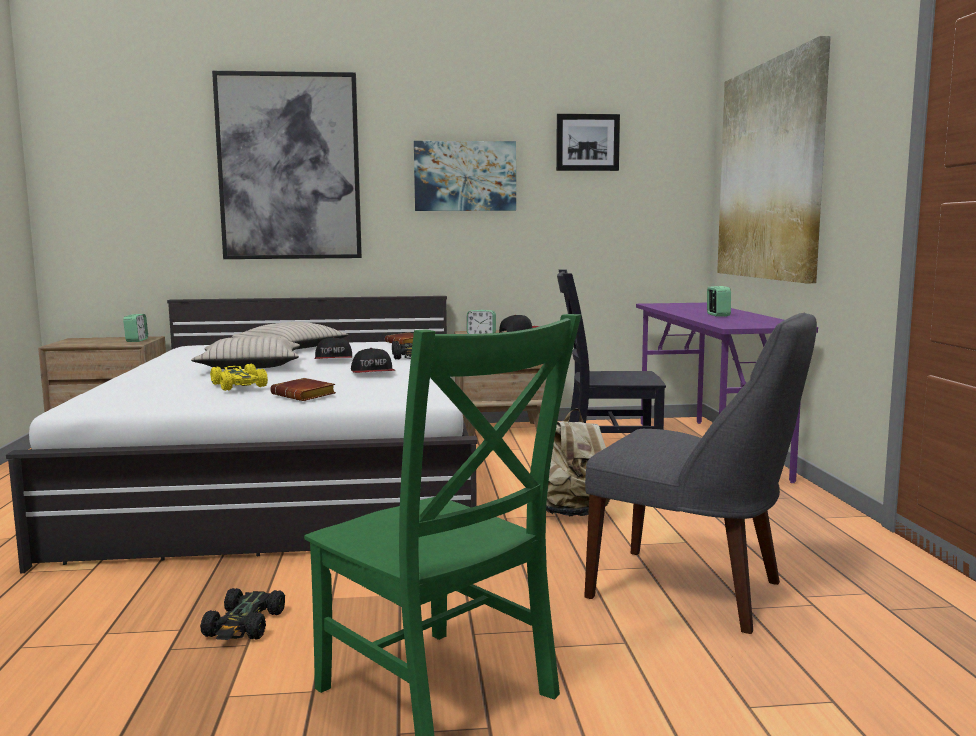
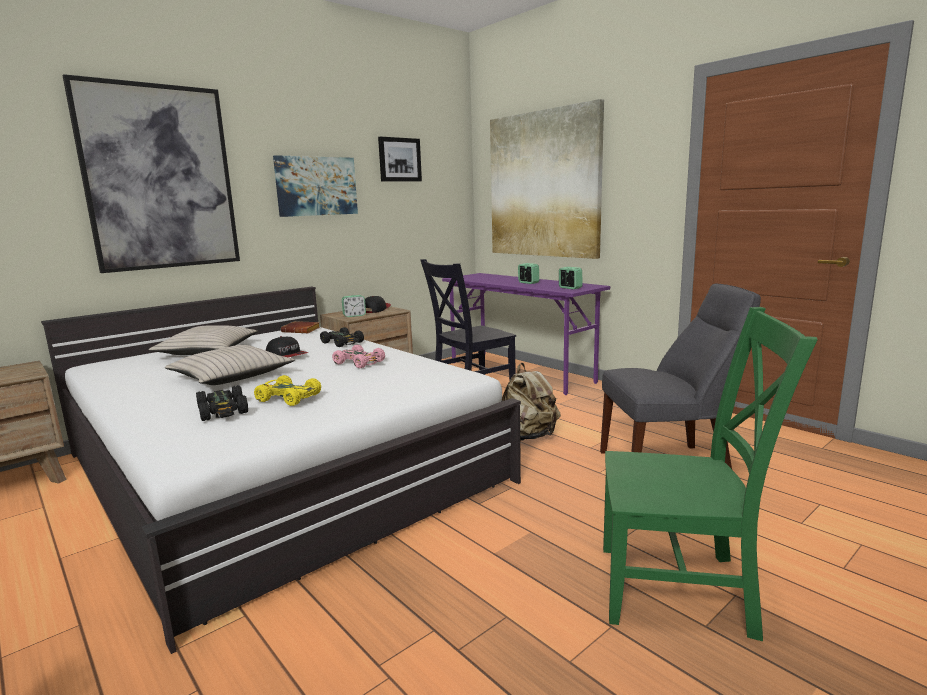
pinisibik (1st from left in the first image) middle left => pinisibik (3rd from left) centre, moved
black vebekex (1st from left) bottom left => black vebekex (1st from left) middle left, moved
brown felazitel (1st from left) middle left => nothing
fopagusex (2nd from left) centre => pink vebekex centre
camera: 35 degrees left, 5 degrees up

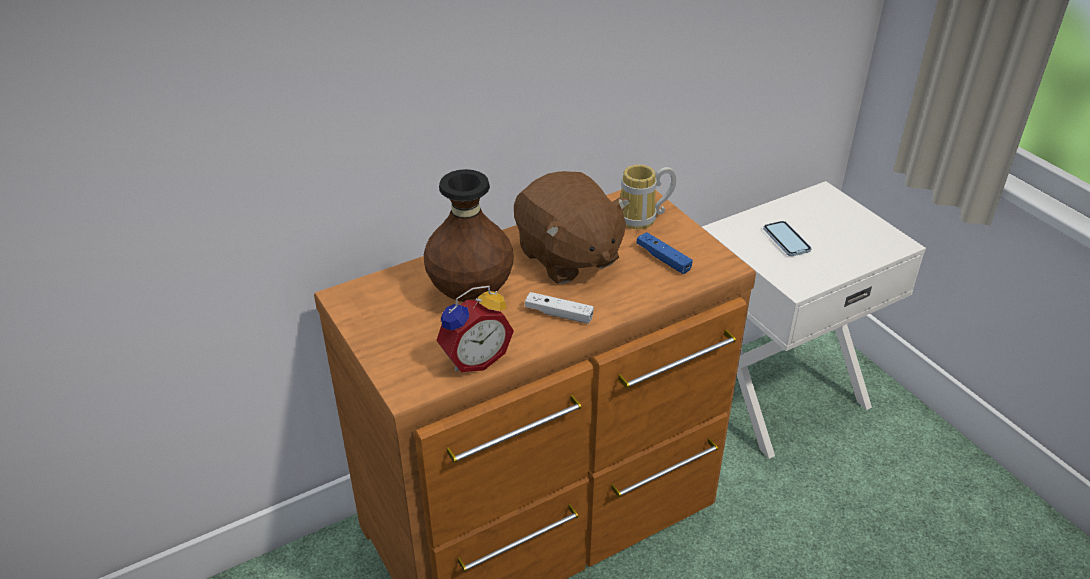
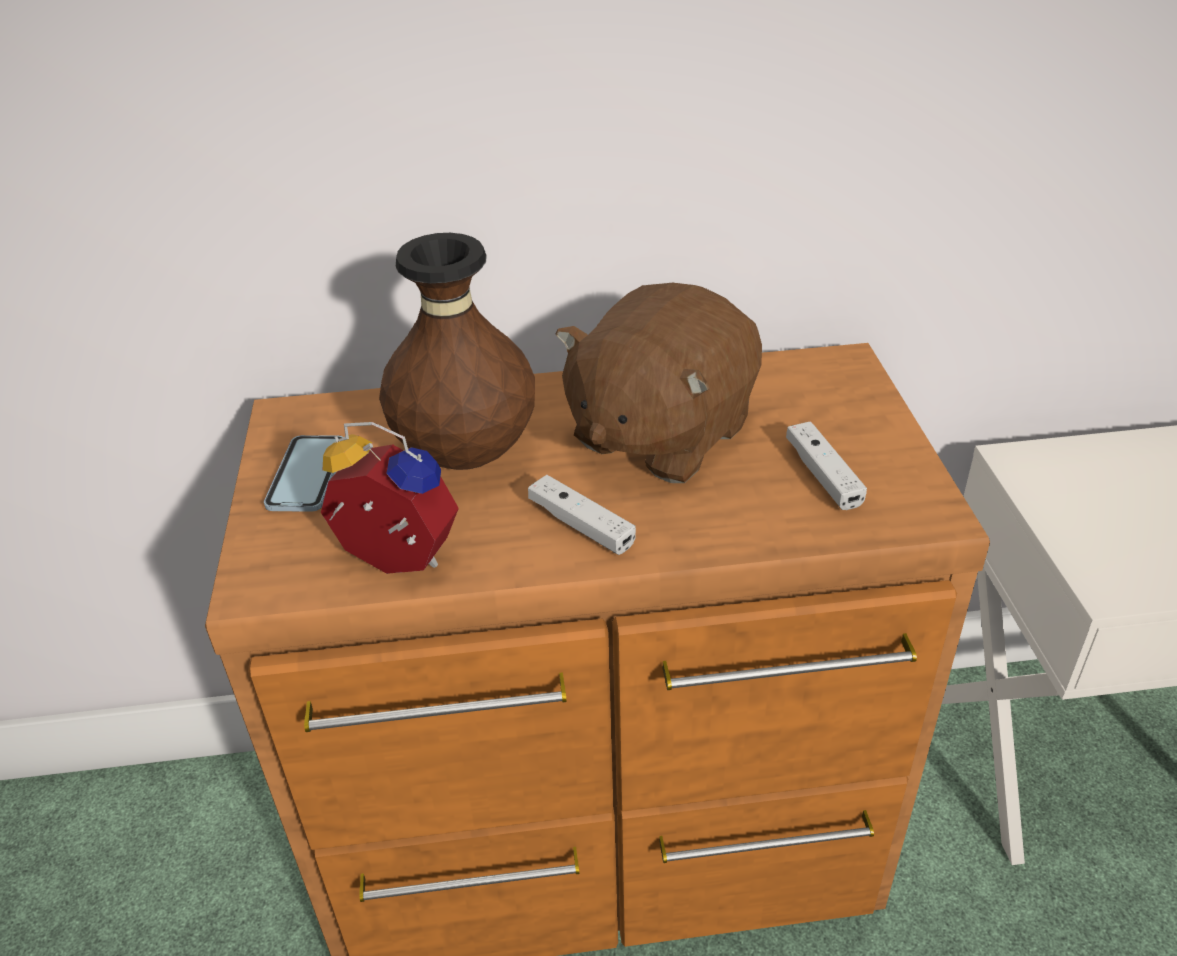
pinisibik centre => pinisibik middle left, 150 degrees counterclockwise
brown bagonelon centre, 45 degrees clockwise
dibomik centre => nothing
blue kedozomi centre => white kedozomi (2nd from left) middle right
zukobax middle right => zukobax middle left, moved
camera: 25 degrees right, 0 degrees up

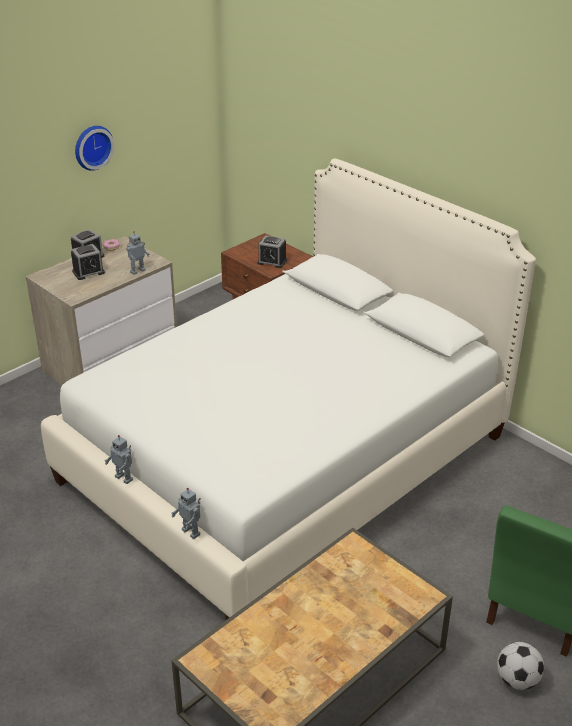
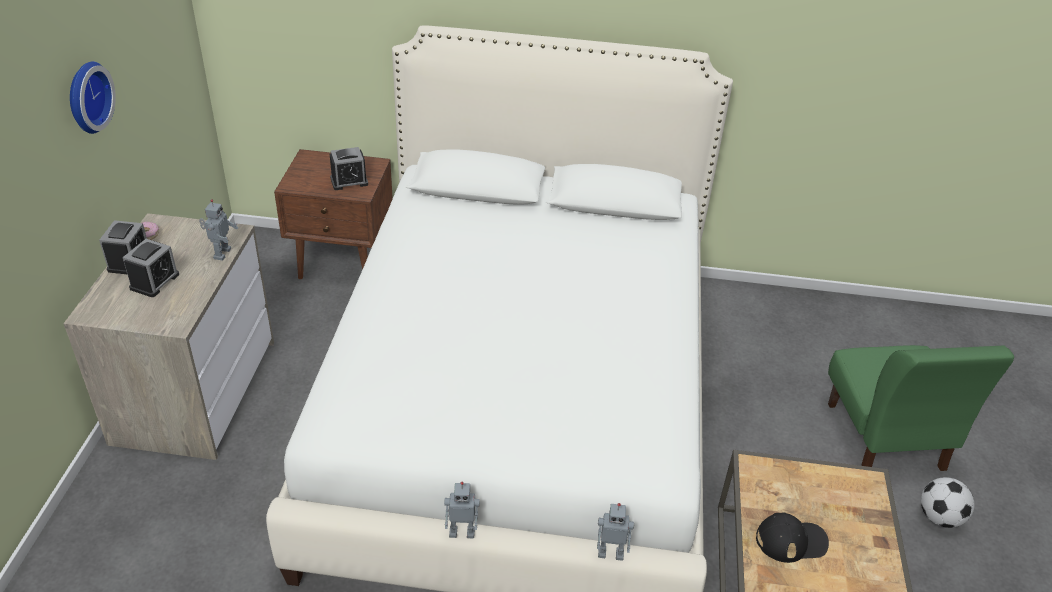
nothing => black fopagusex bottom right
camera: 40 degrees left, 5 degrees up

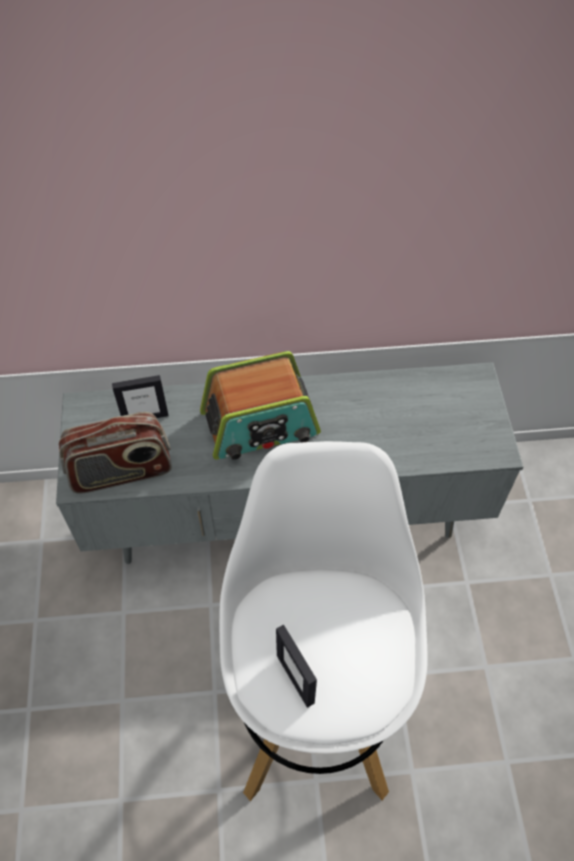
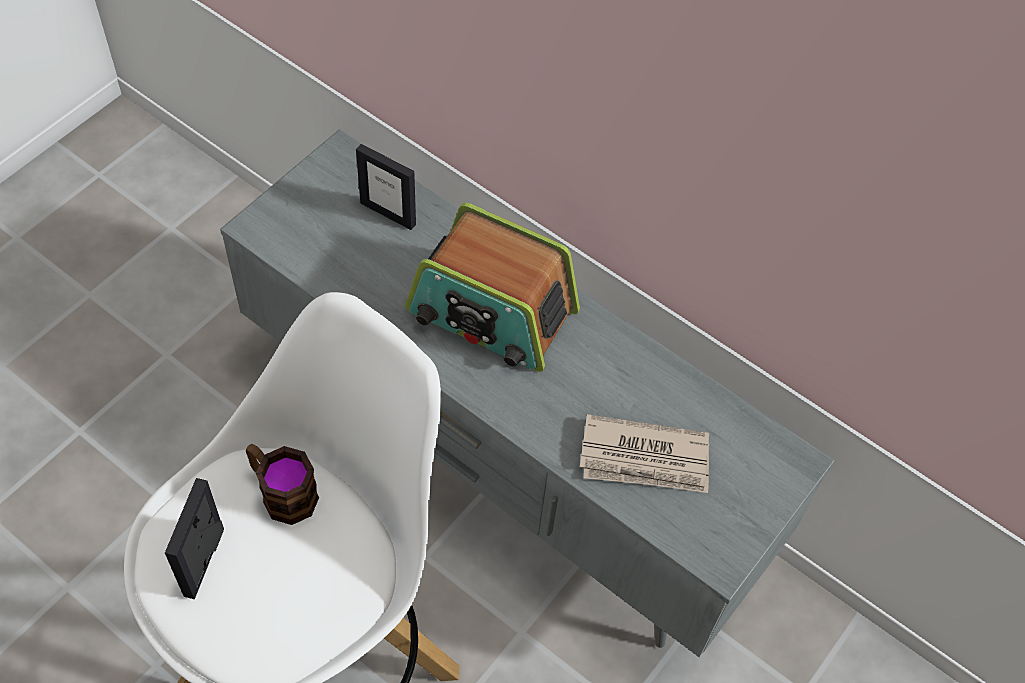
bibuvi (1st from left) middle left => nothing
nothing => dibomik bottom left
nothing => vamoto centre
camera: 40 degrees right, 0 degrees up

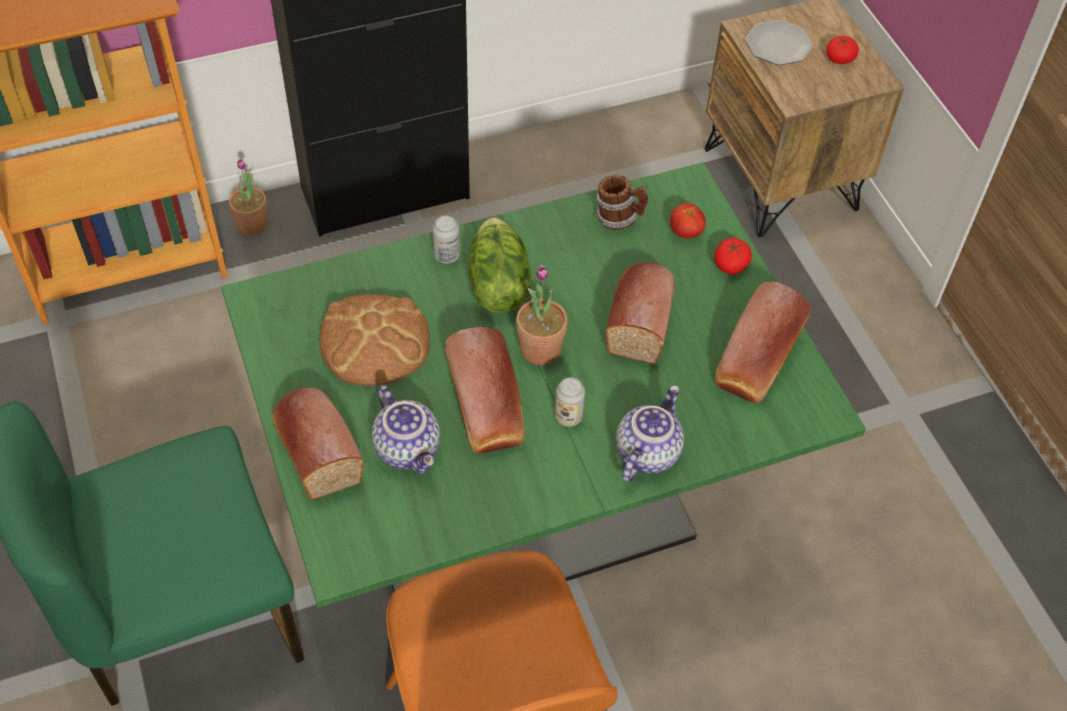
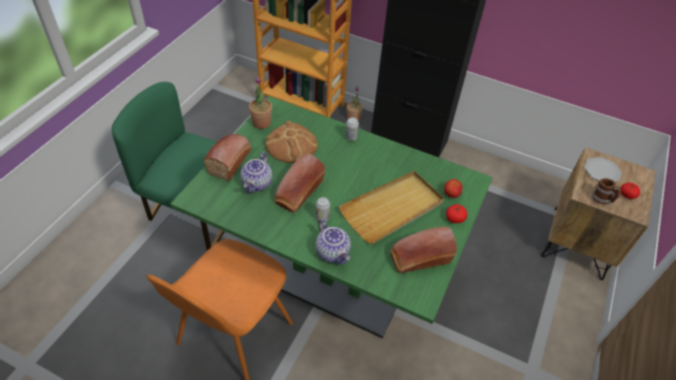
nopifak centre => nothing
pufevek (2nd from left in the first image) centre => pufevek (1st from left) top centre, moved
dibomik top centre => dibomik middle right, moved
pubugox (4th from left) centre => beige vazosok centre
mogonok (2nd from left) centre, 75 degrees clockwise
camera: 45 degrees right, 5 degrees down

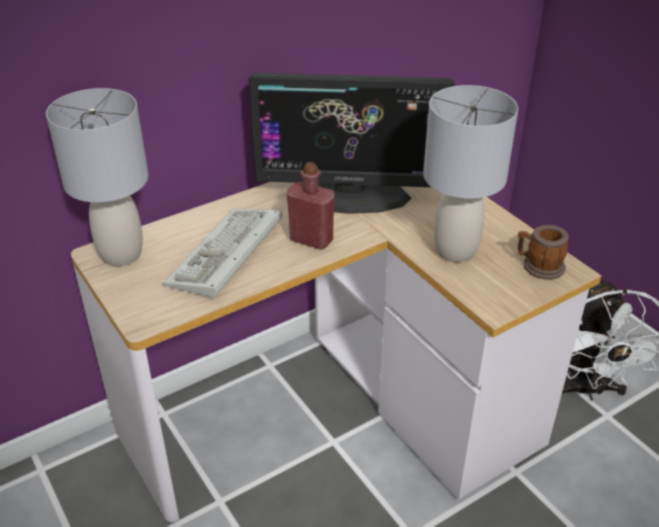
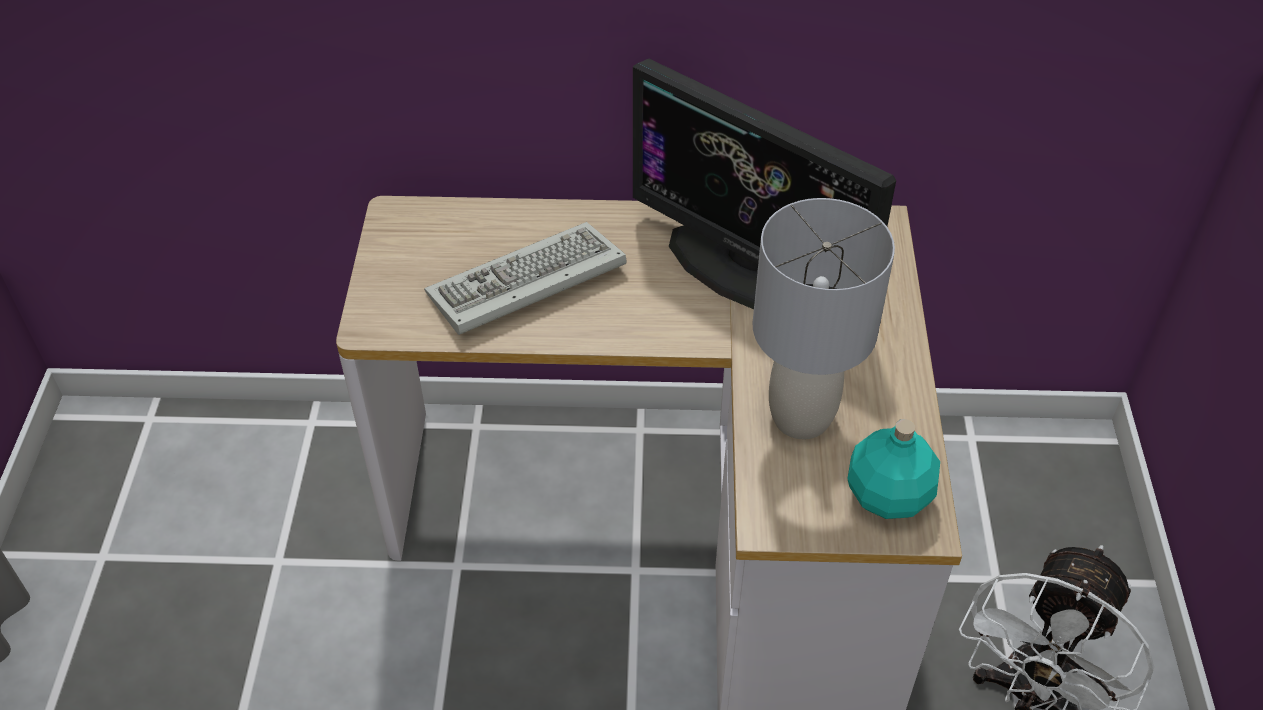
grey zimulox (1st from left) middle left => nothing
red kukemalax centre => nothing
dibomik middle right => turquoise kukemalax middle right
camera: 35 degrees right, 10 degrees up

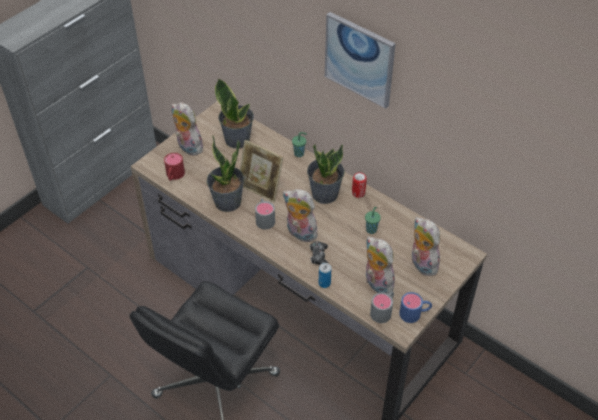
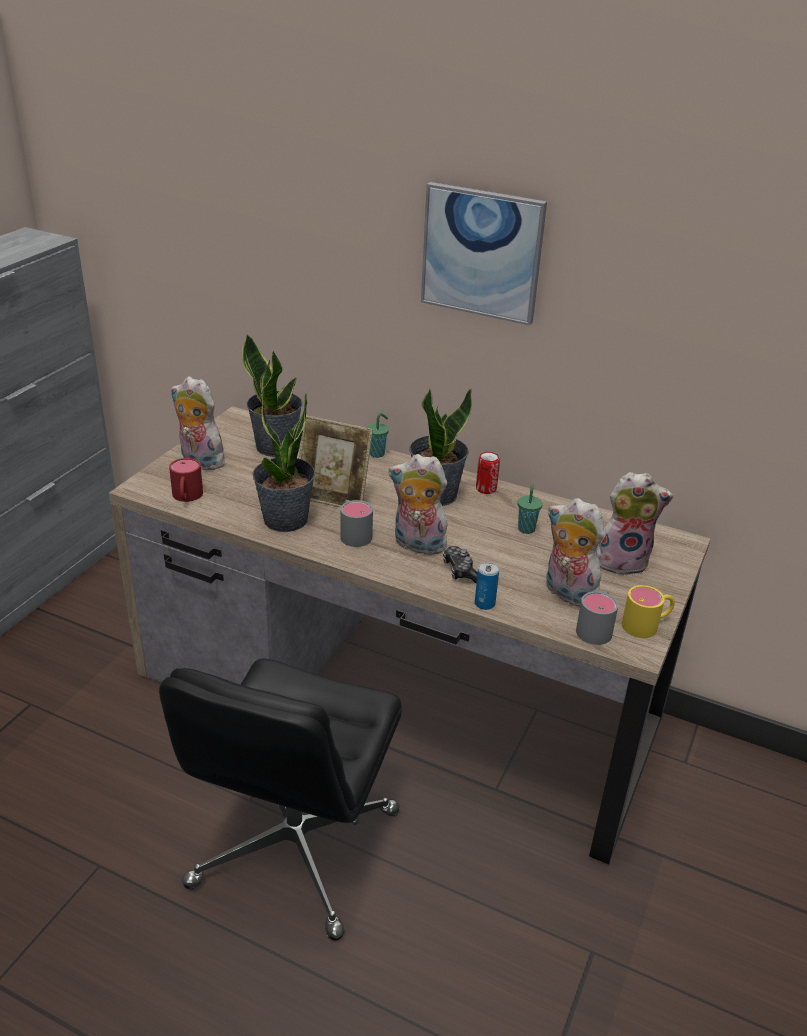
blue dibomik bottom right => yellow dibomik middle right
bagonelon (4th from left) middle right, 135 degrees clockwise
camera: 15 degrees left, 15 degrees down

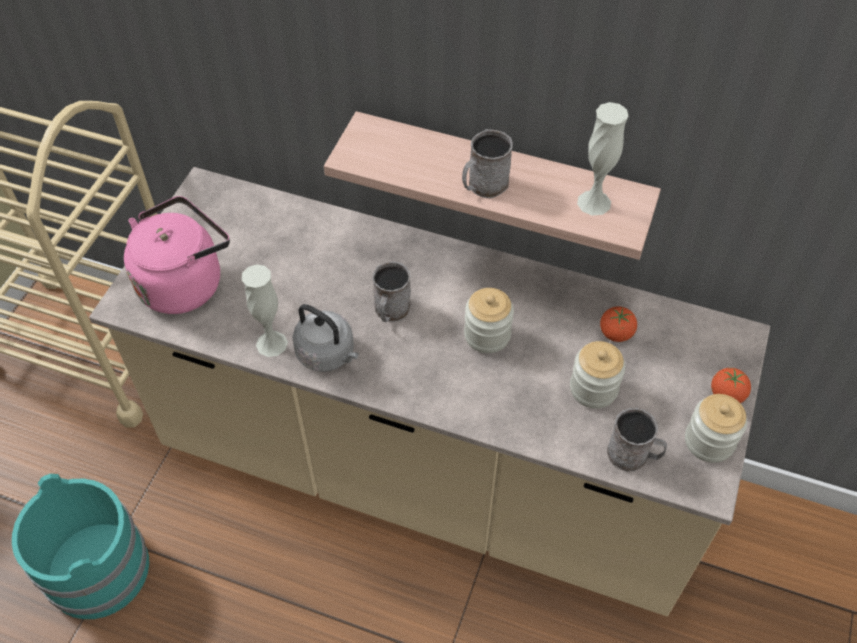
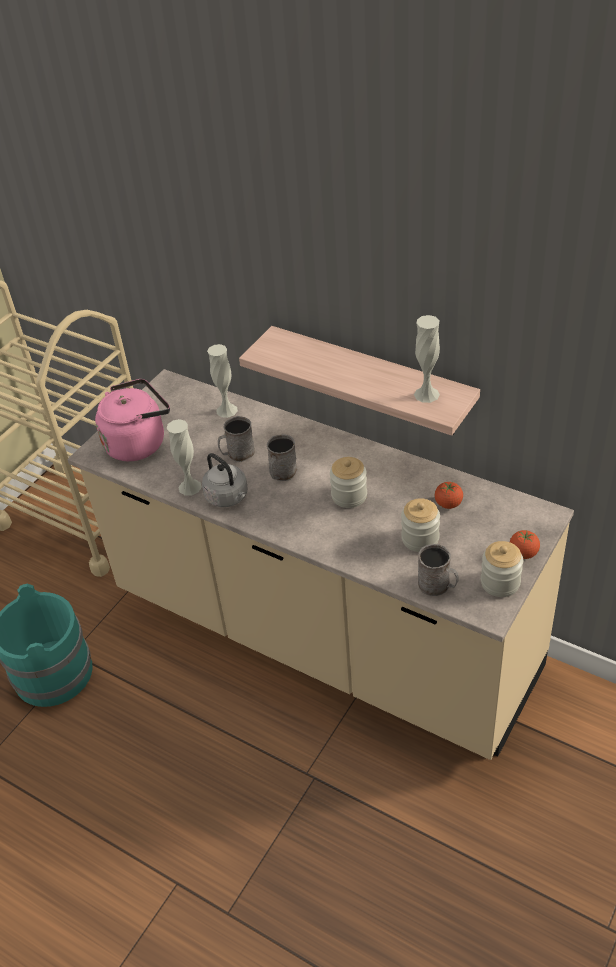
grey dibomik (2nd from left in the first image) top centre => grey dibomik (1st from left) centre, moved
nothing => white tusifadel (2nd from left) centre
camera: 15 degrees right, 10 degrees down

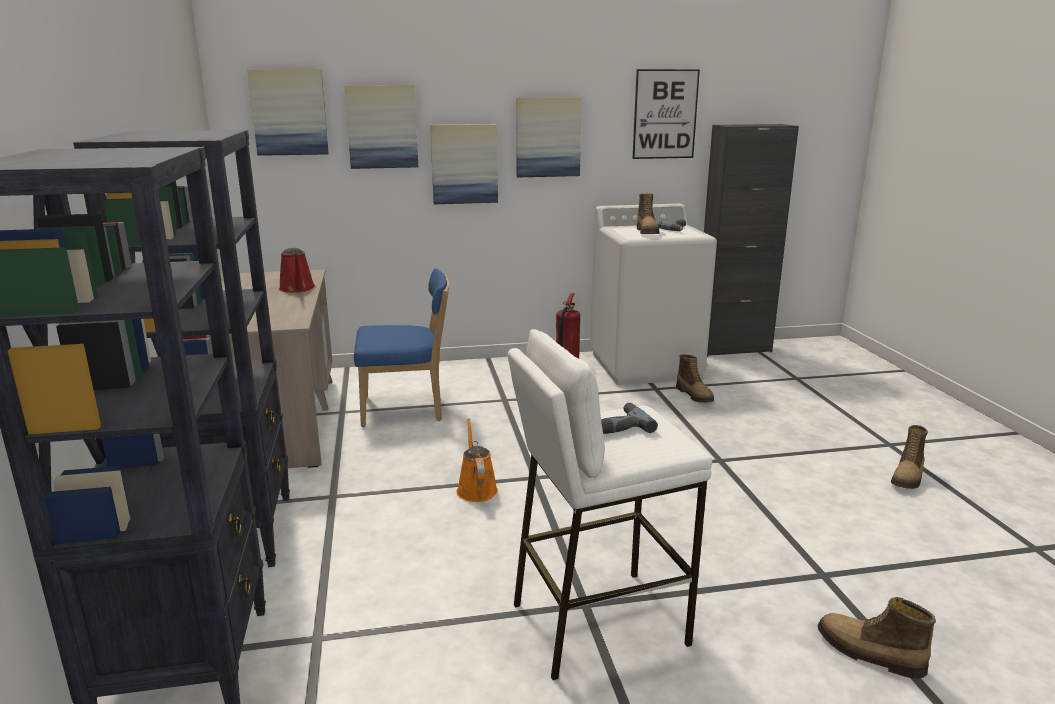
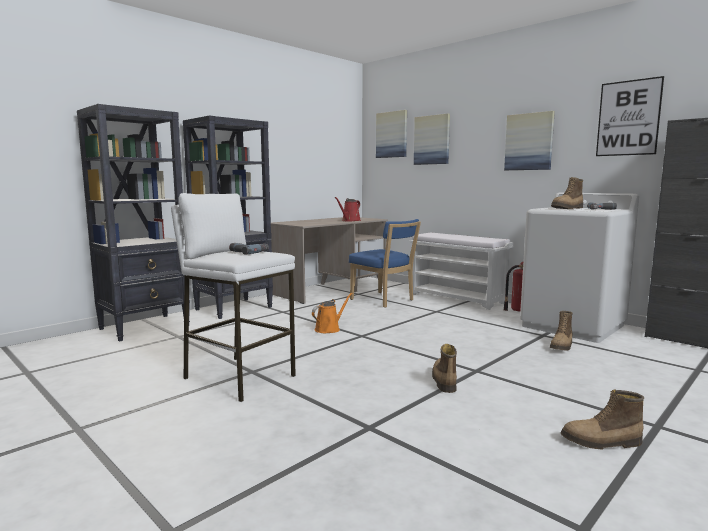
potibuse (3rd from left) top centre => nothing
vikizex (3rd from left in the first image) bottom right => vikizex (1st from left) bottom centre, moved
nothing => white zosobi centre
camera: 55 degrees right, 10 degrees down

